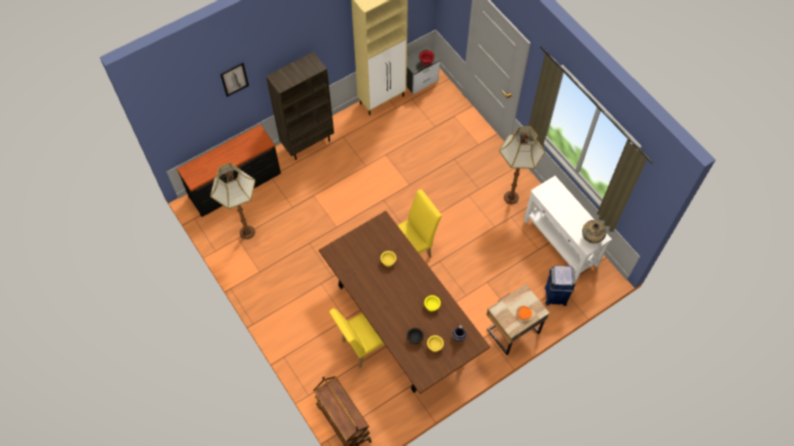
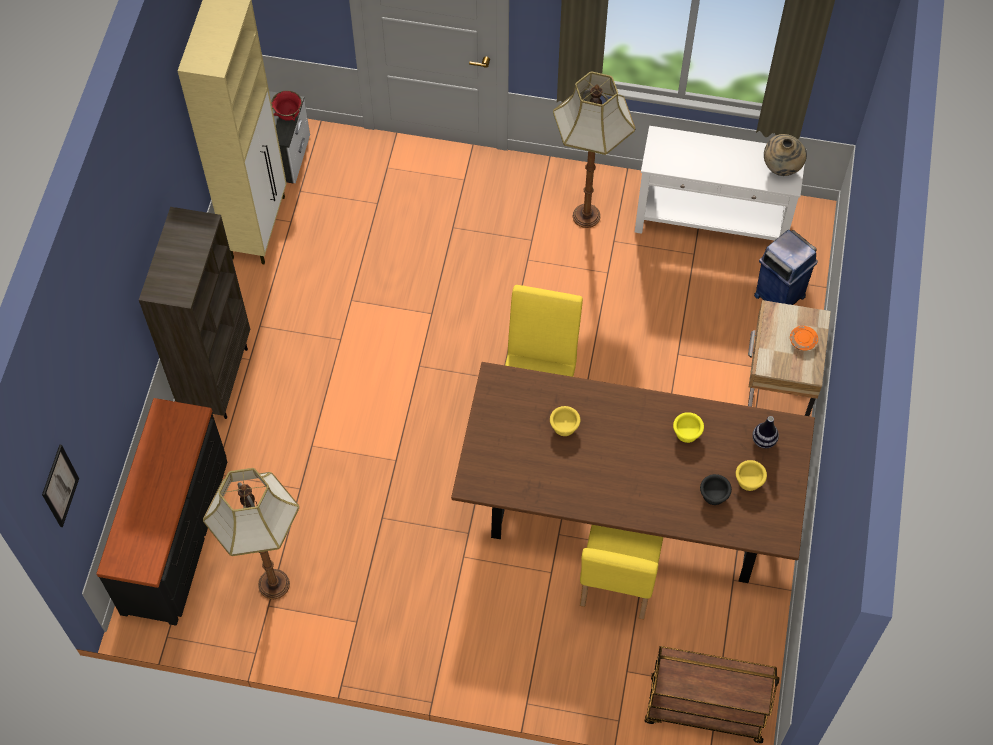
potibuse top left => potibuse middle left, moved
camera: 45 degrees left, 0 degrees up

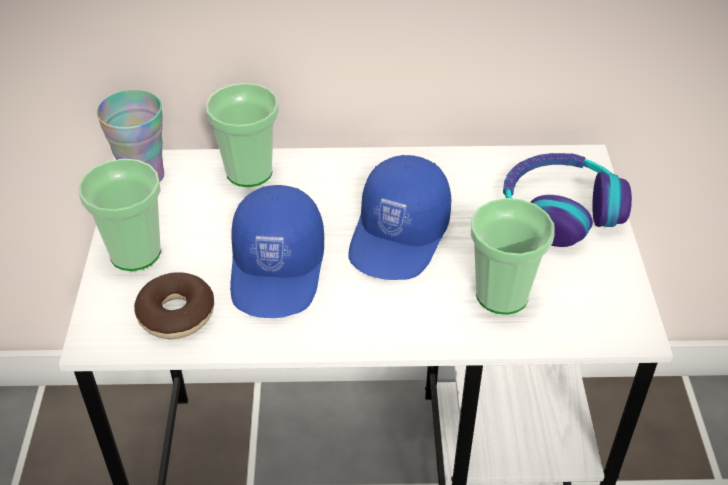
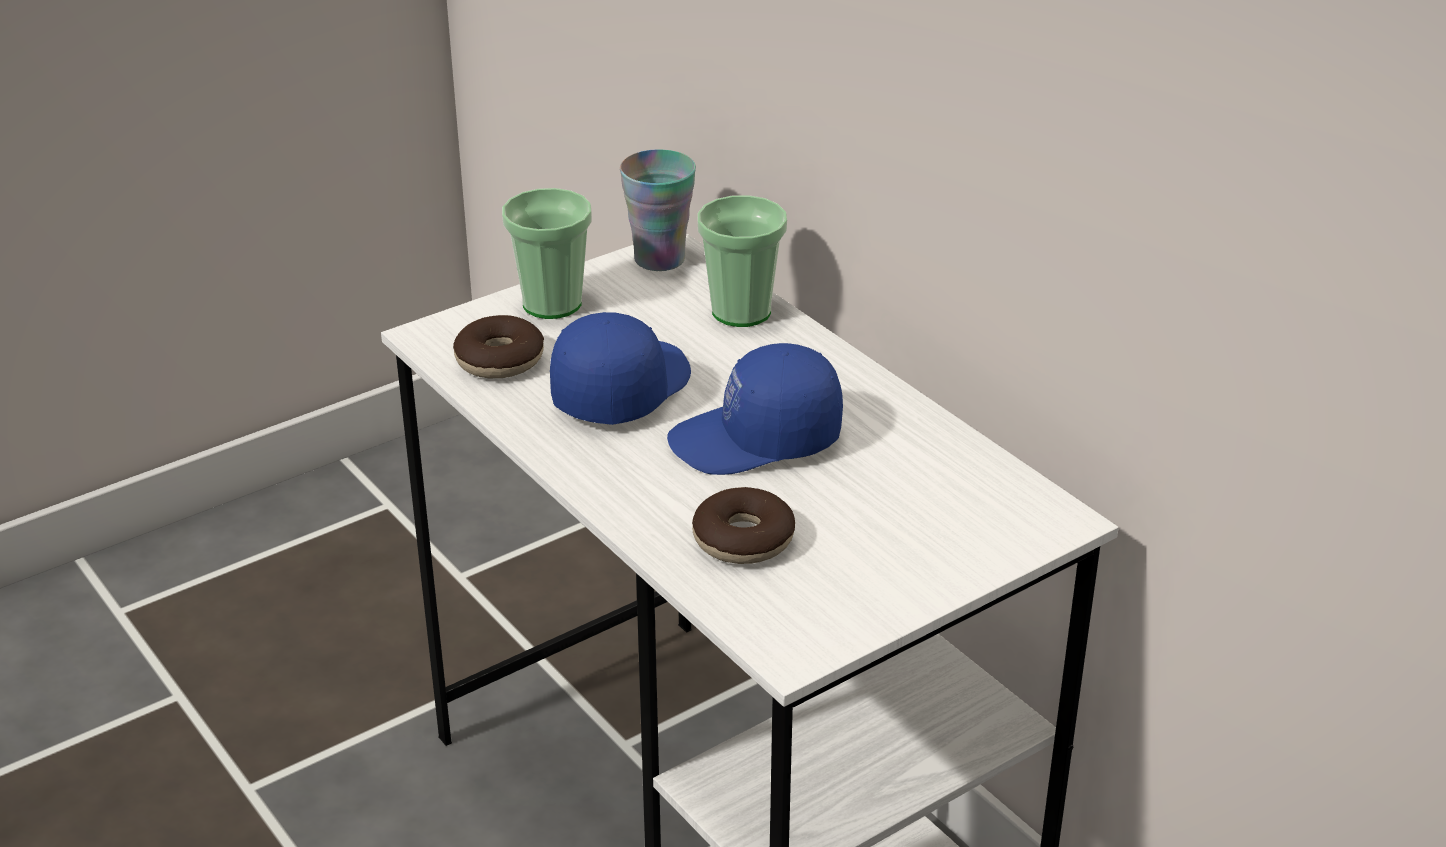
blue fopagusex (1st from left) centre, 150 degrees clockwise
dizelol (4th from left) middle right => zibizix (2nd from left) centre
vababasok middle right => nothing
camera: 55 degrees right, 10 degrees down

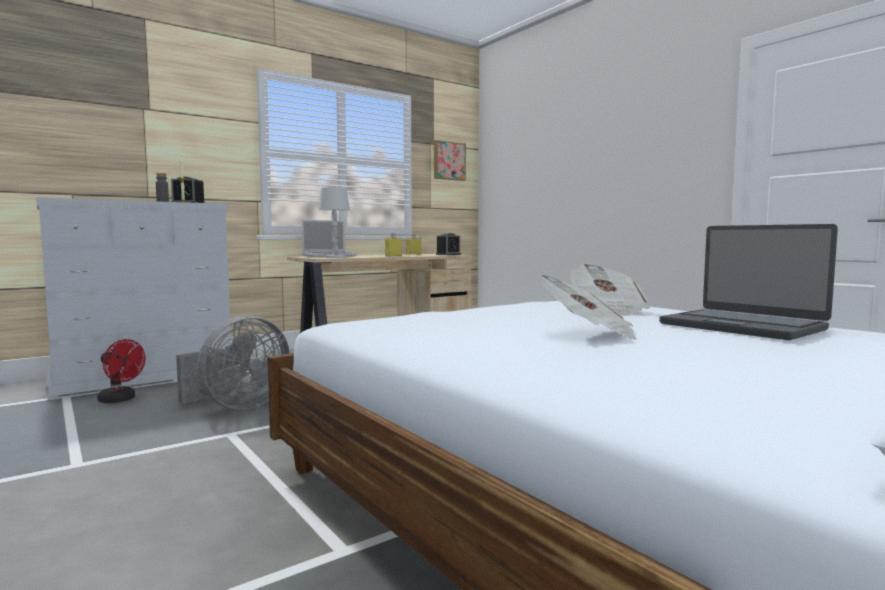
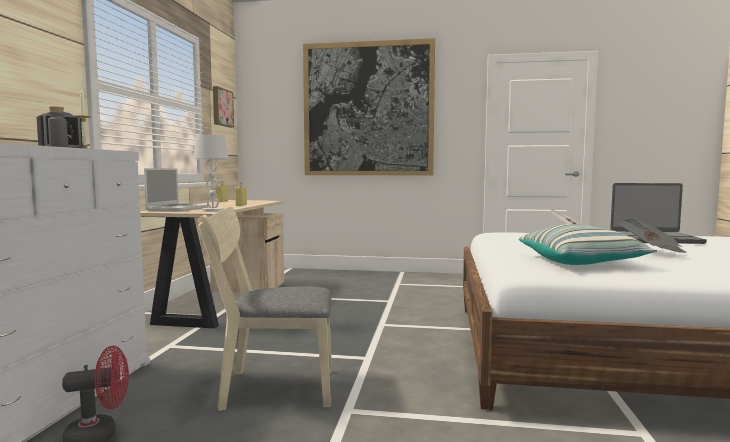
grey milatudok middle left => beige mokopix bottom centre
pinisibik (2nd from left) centre => nothing
nothing => potibuse (2nd from left) top centre
nothing => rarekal middle right
camera: 45 degrees left, 0 degrees up

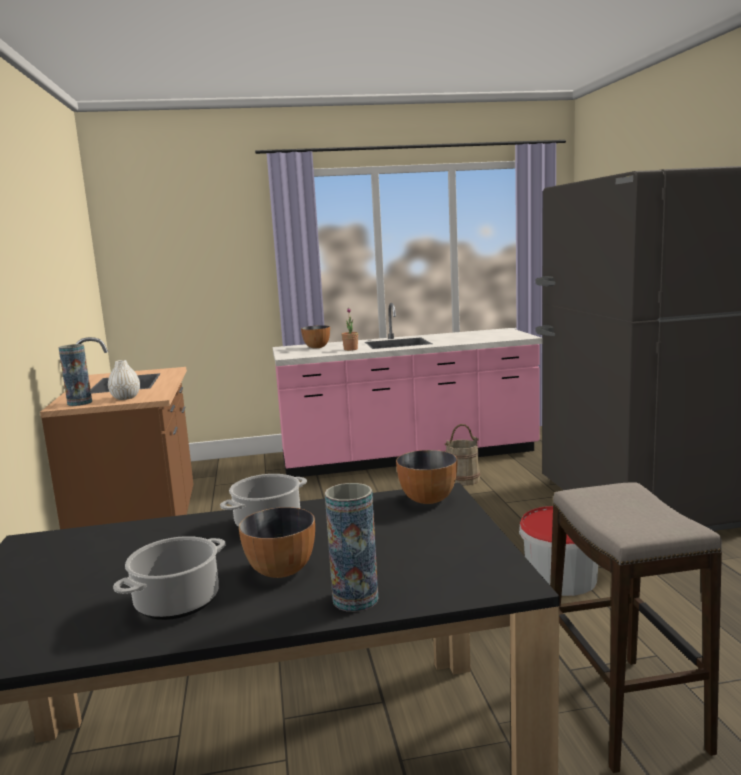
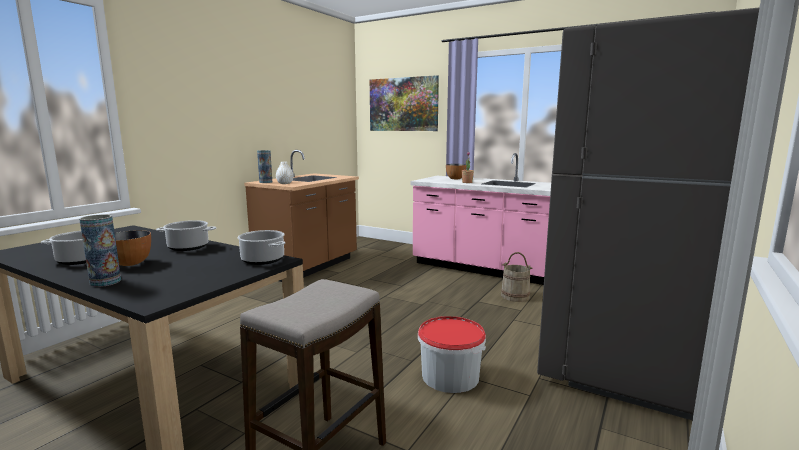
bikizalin (3rd from left) centre => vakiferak (3rd from left) middle left
nothing => potibuse top centre
camera: 40 degrees right, 0 degrees up

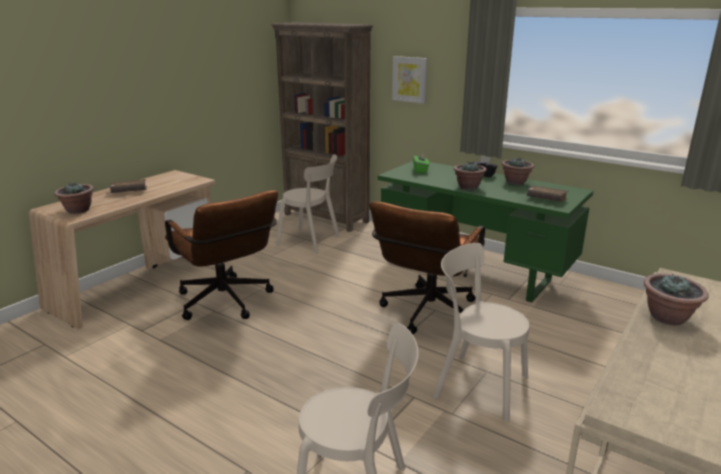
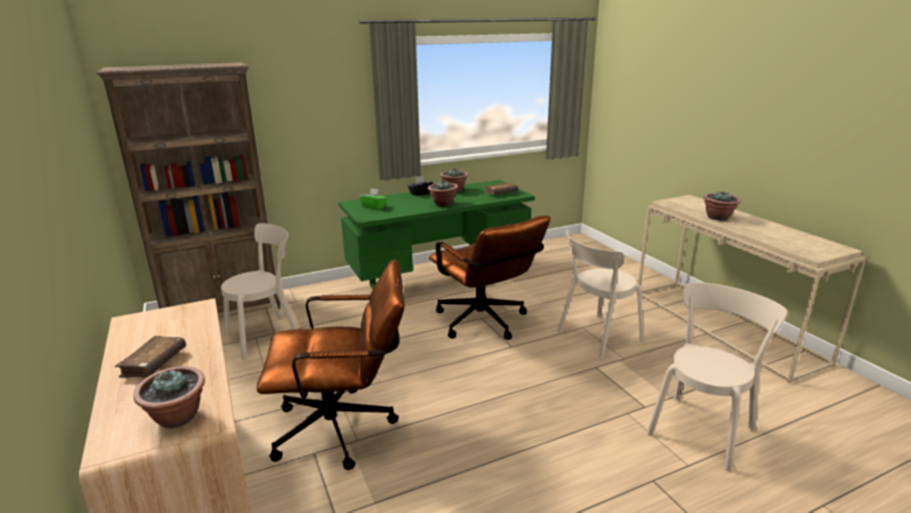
potibuse top centre => nothing
camera: 60 degrees left, 0 degrees up

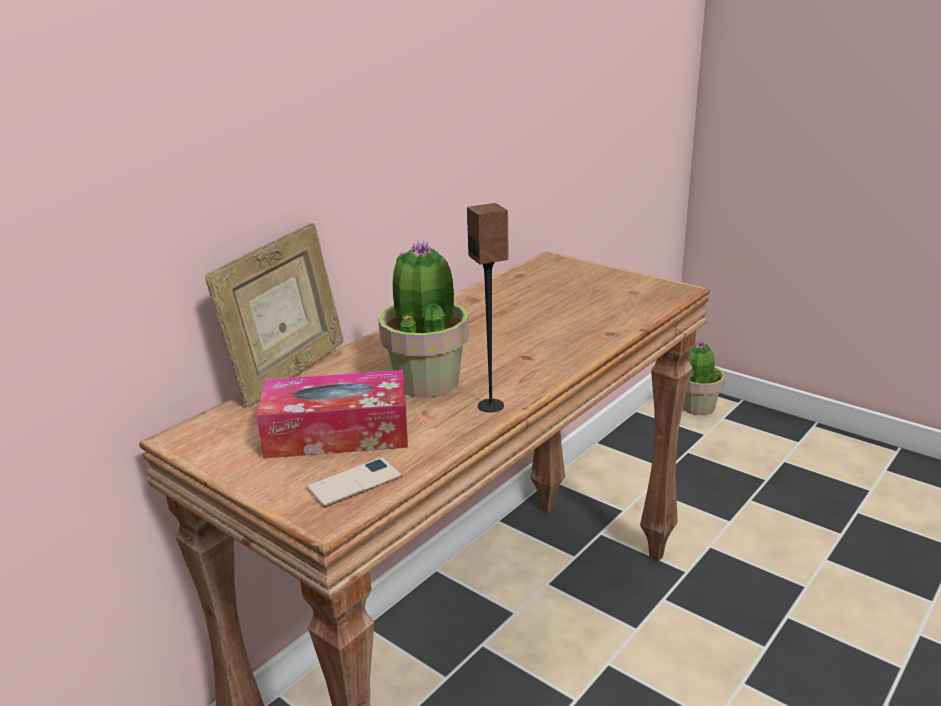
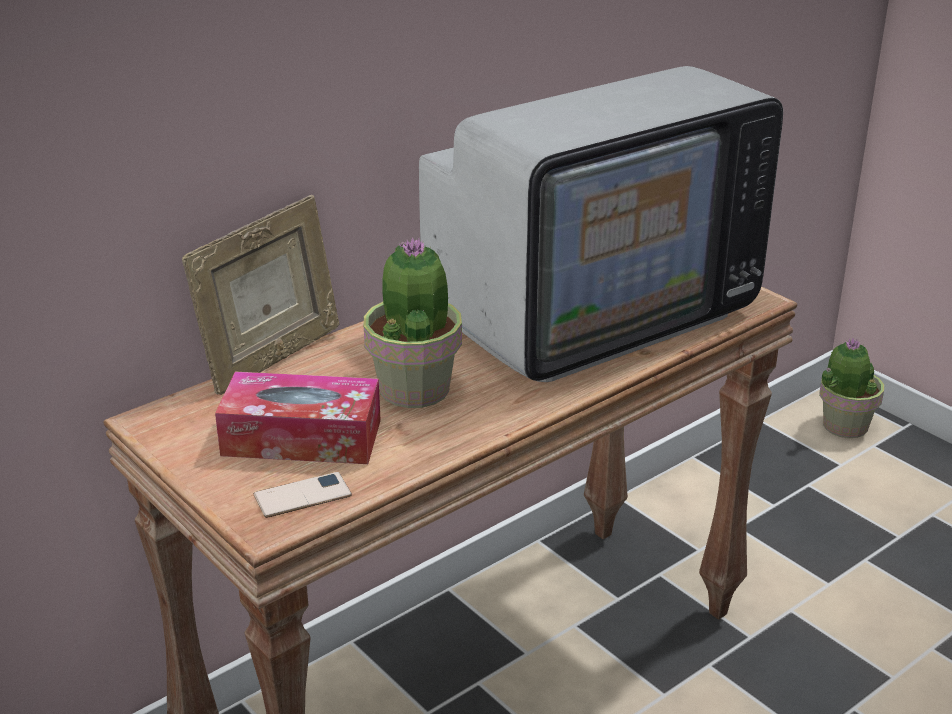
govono centre => nothing
nothing => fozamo top centre
camera: 10 degrees right, 5 degrees up

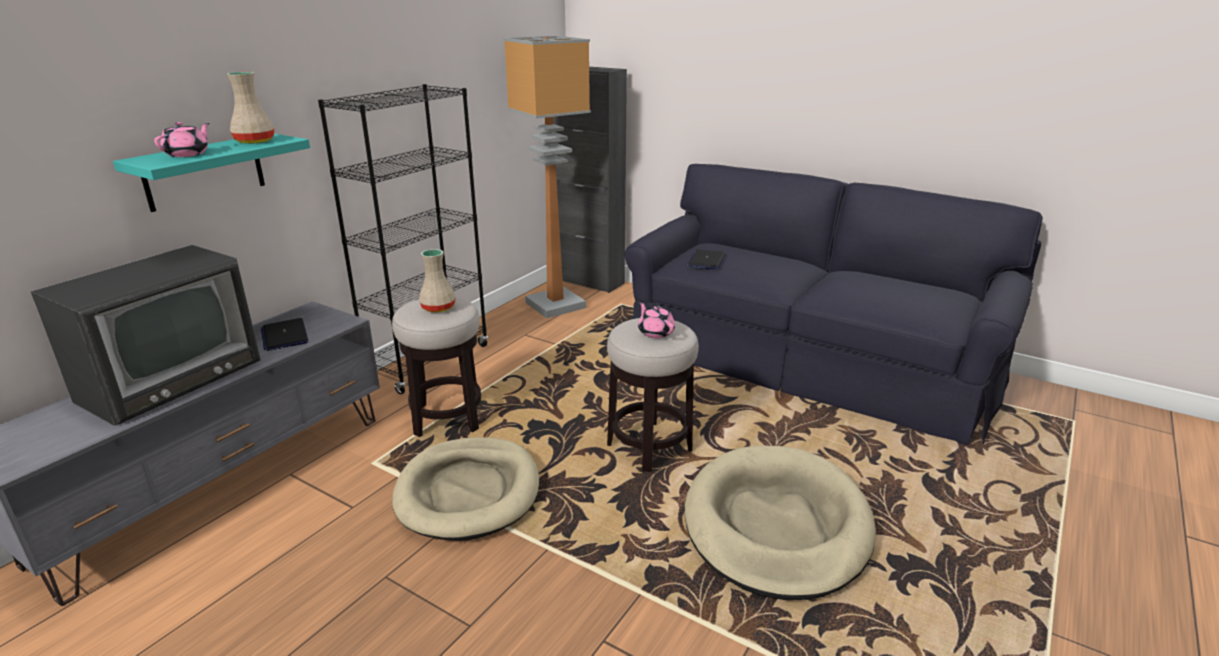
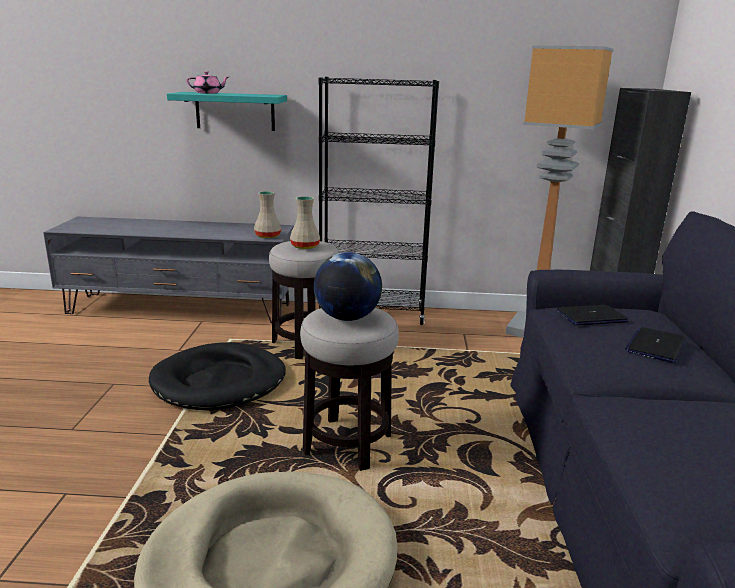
fozamo middle left => nothing
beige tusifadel (1st from left) top left => beige tusifadel (1st from left) centre, moved
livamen (1st from left in the first image) middle left => livamen (2nd from left) middle right, moved
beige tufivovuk (1st from left) bottom centre => black tufivovuk middle left
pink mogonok (2nd from left) centre => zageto centre
camera: 60 degrees right, 5 degrees down

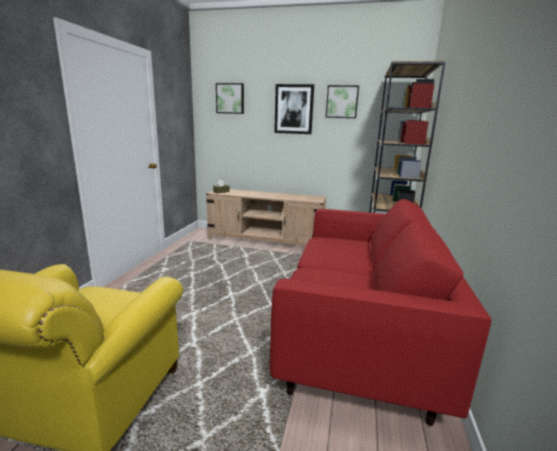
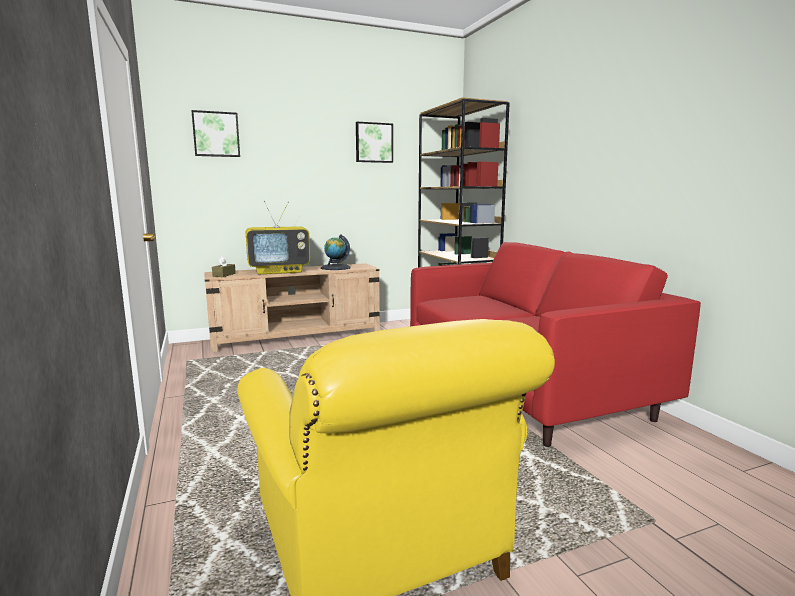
potibuse (2nd from left) top centre => nothing
nothing => fozamo centre
nothing => zageto centre
camera: 35 degrees left, 5 degrees down

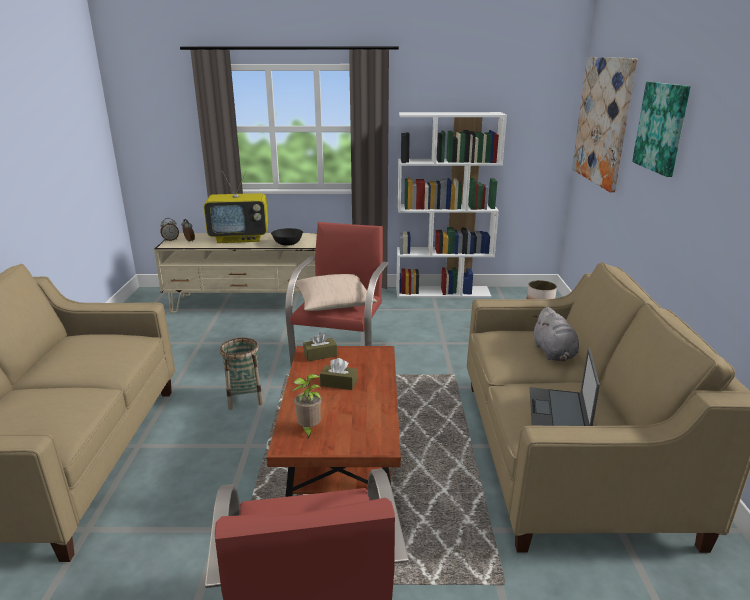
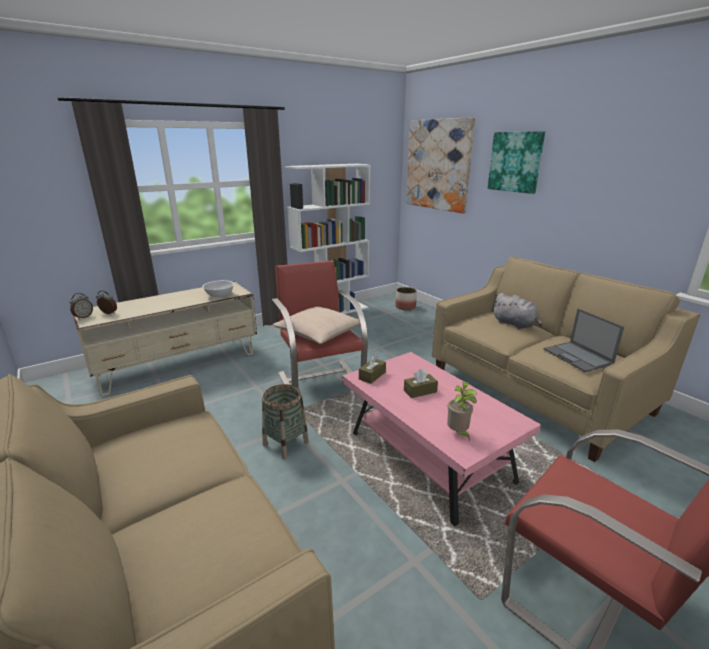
fozamo middle left => nothing
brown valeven bottom centre => pink valeven bottom centre
black bikizalin centre => white bikizalin middle left
camera: 35 degrees left, 0 degrees up

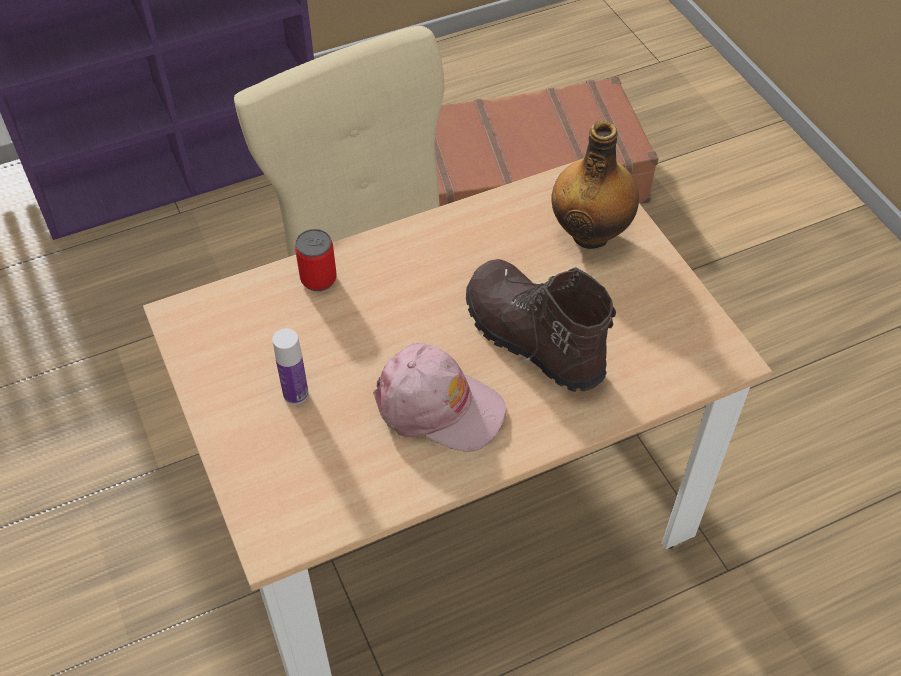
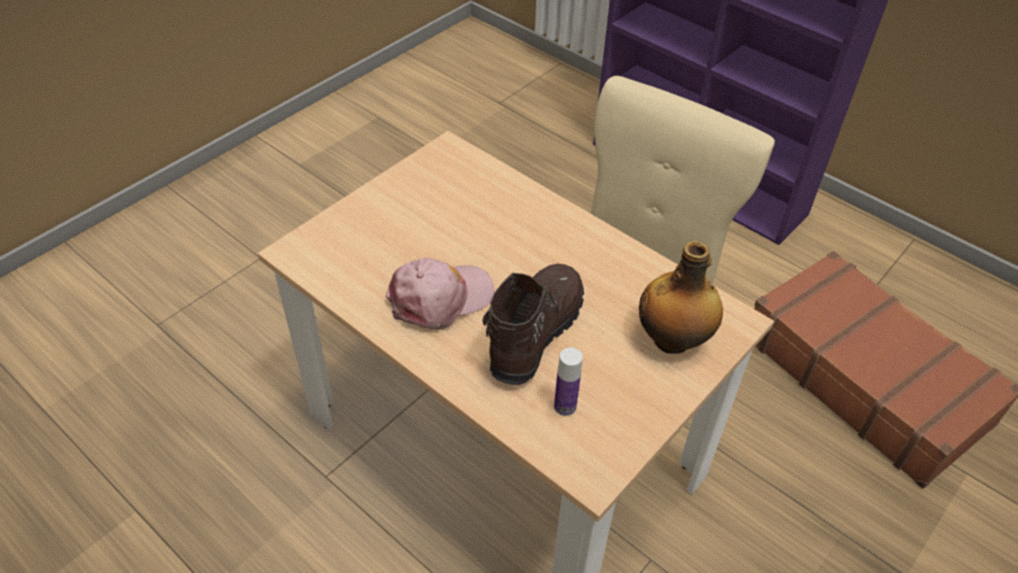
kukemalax (1st from left) middle left => kukemalax (1st from left) centre, moved
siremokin centre => nothing
pink fopagusex centre, 120 degrees counterclockwise
camera: 65 degrees right, 5 degrees down

